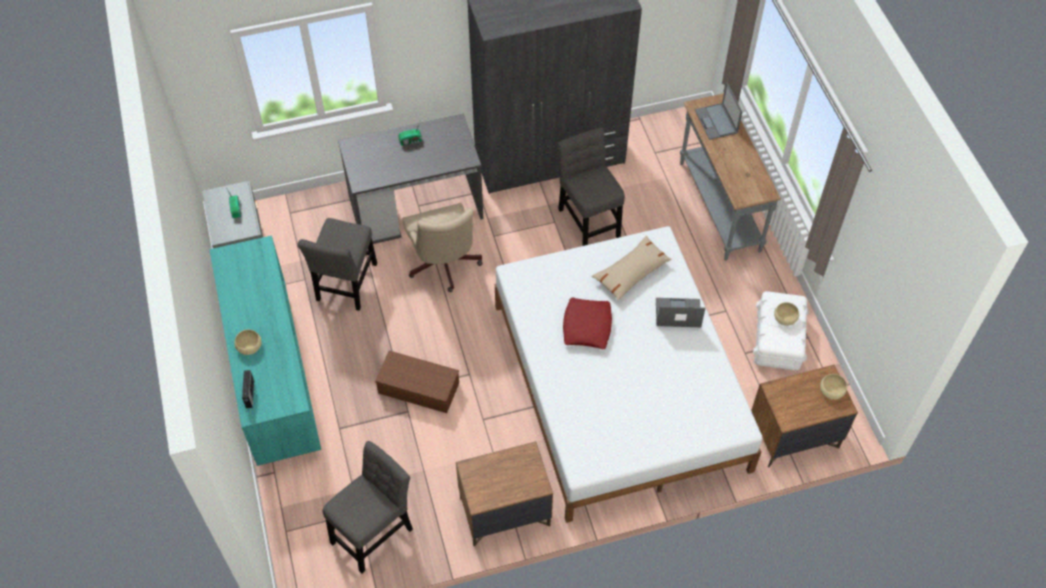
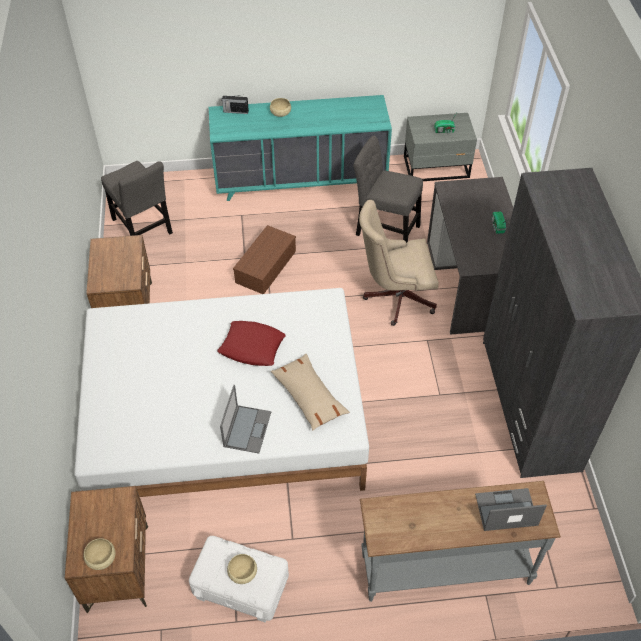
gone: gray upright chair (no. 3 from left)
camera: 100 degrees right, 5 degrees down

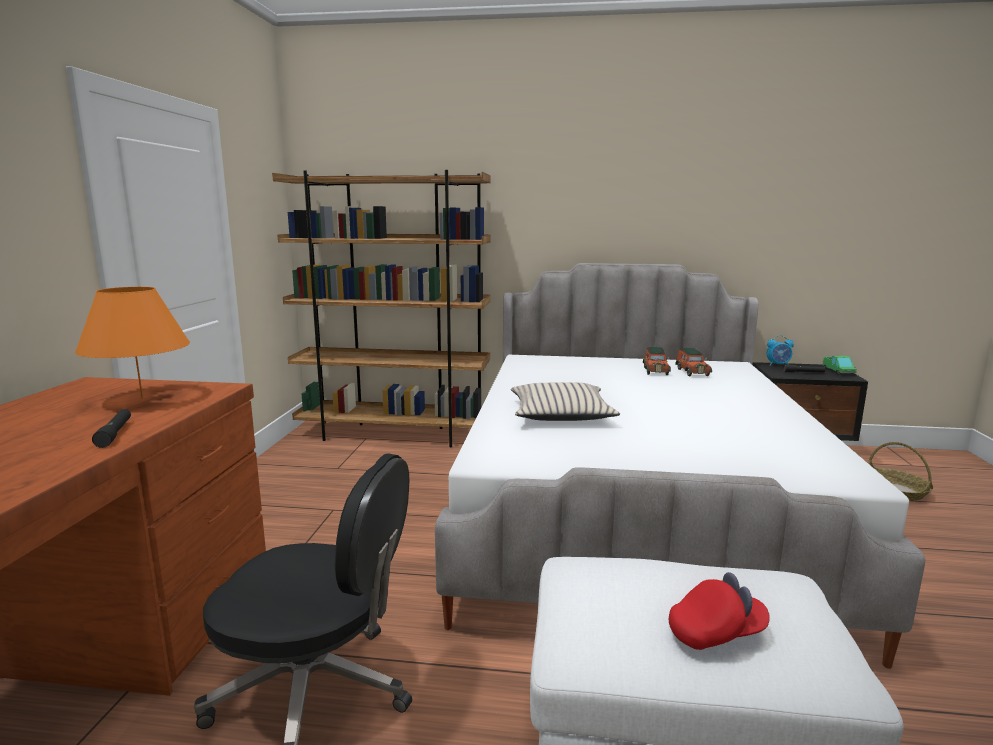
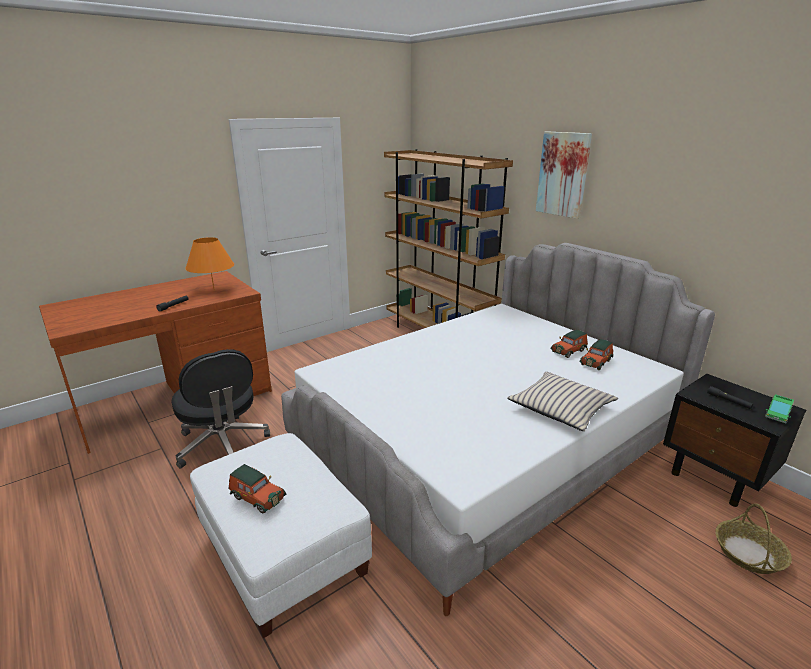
gone: bedside clock
new: wall art
shifted: beige throw pillow
swapped: red-coloured cap to miniature car (no. 1 from left)
camera: 45 degrees right, 10 degrees up

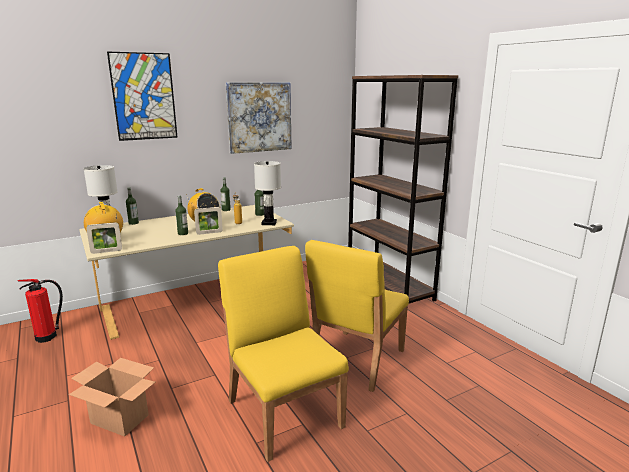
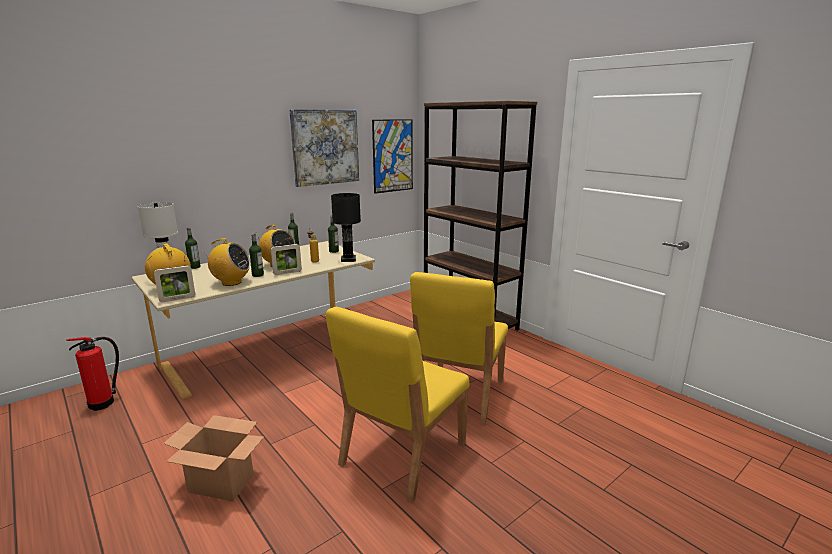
new: radio receiver (no. 2 from left)
shifted: wall art (no. 1 from left in the first image) to wall art (no. 2 from left)
repainted: whitish table lamp (no. 2 from left) to blackish table lamp
rotated: yellow-coloured upright chair (no. 1 from left) 105 degrees counterclockwise
camera: 10 degrees left, 0 degrees up

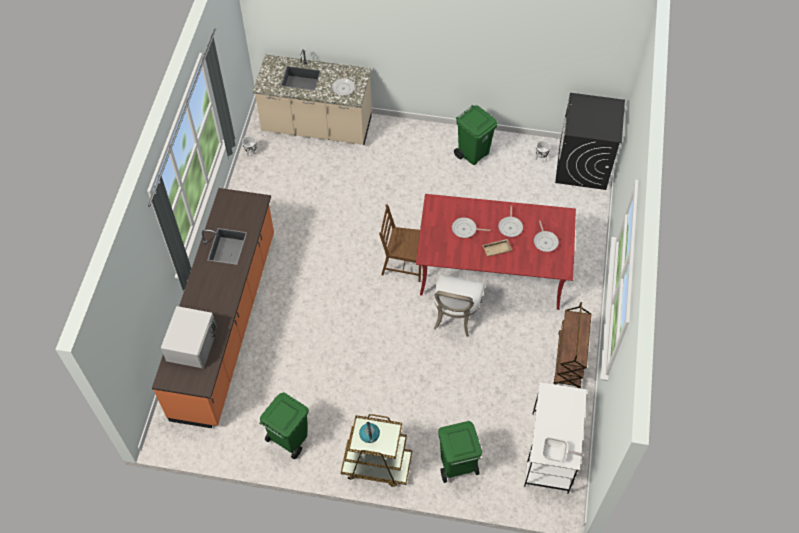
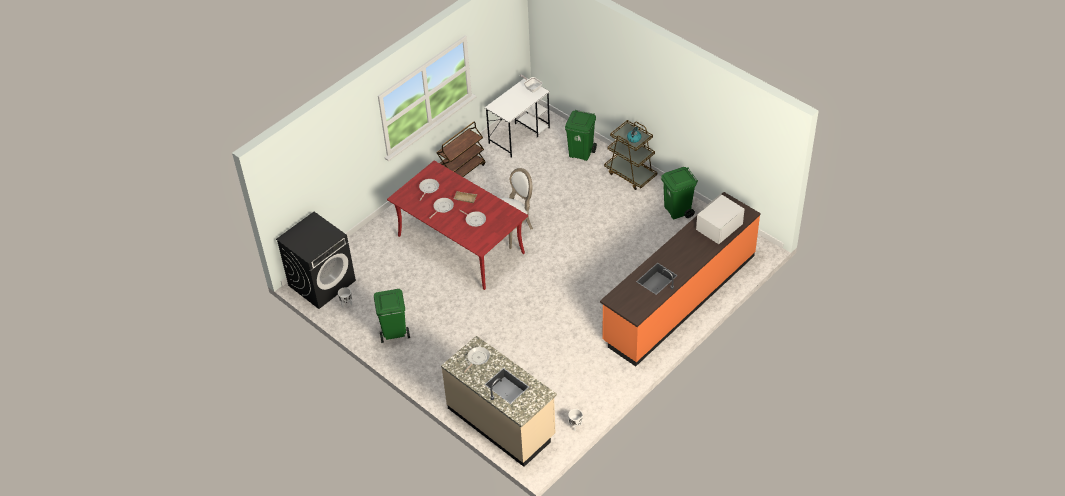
gone: brown upright chair
camera: 145 degrees left, 10 degrees down

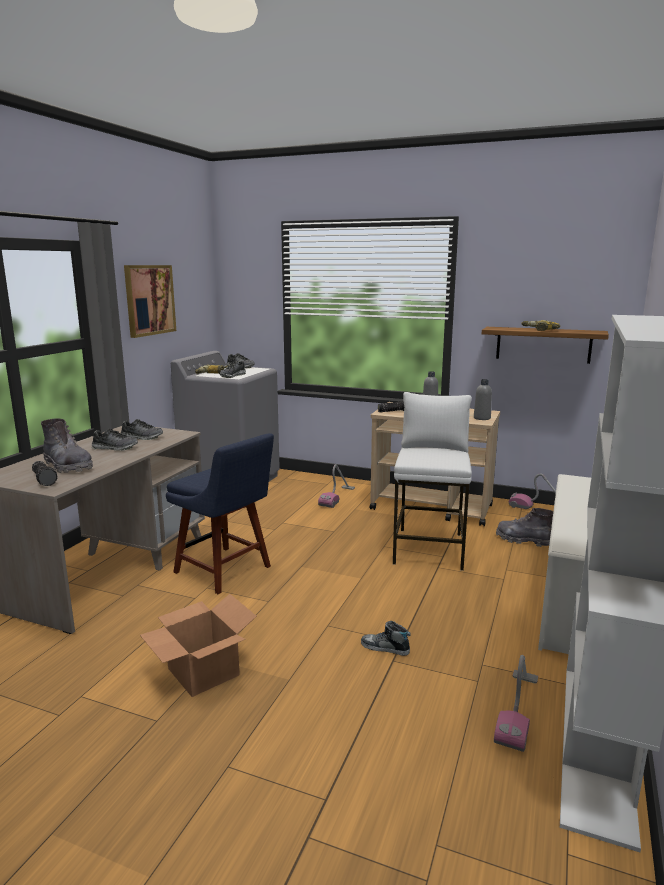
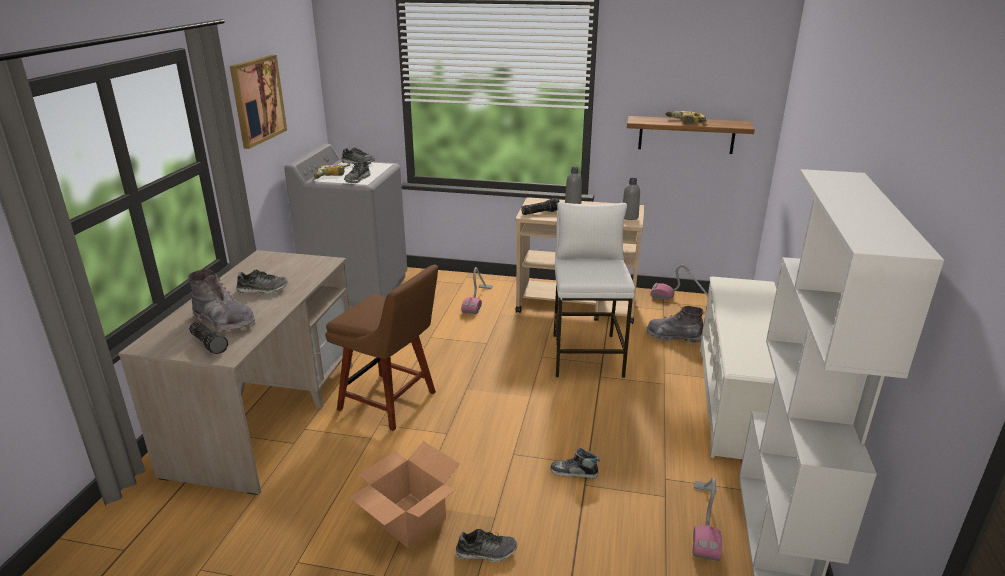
shifted: item of footwear (no. 2 from left in the first image) to item of footwear (no. 4 from left)
repainted: blue-coloured upright chair to brown upright chair
camera: 10 degrees left, 10 degrees up

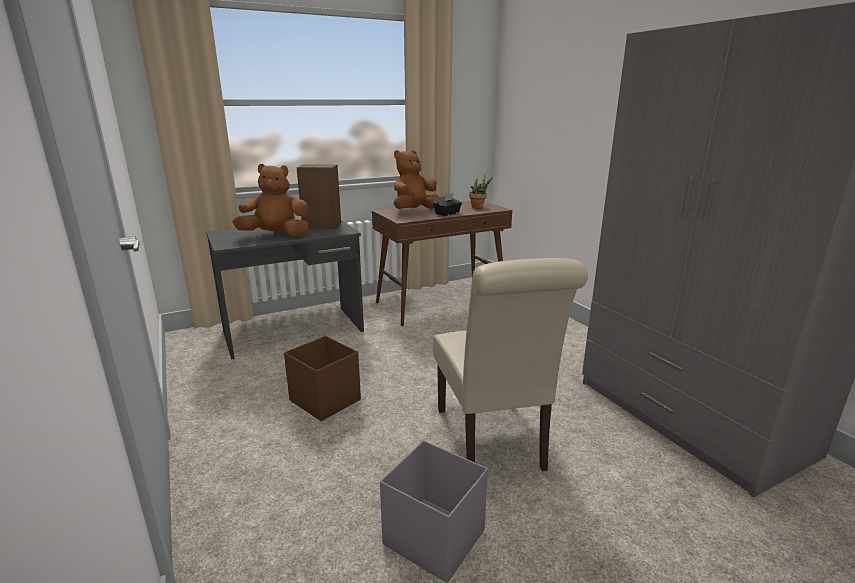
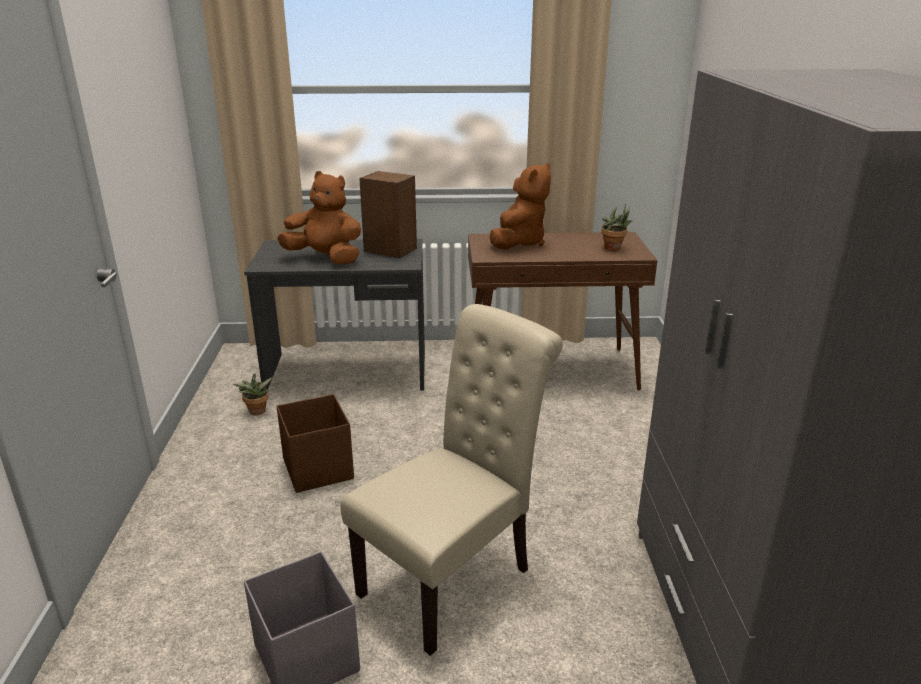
gone: blackish box of tissues
new: plant in a pot (no. 1 from left)
rotated: brown plush toy (no. 2 from left) 135 degrees clockwise; beige upright chair 150 degrees counterclockwise
camera: 25 degrees right, 5 degrees up

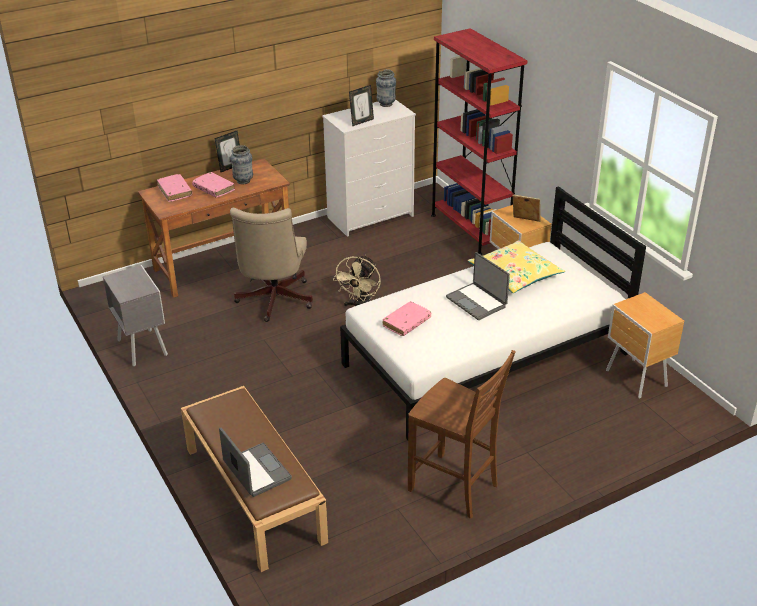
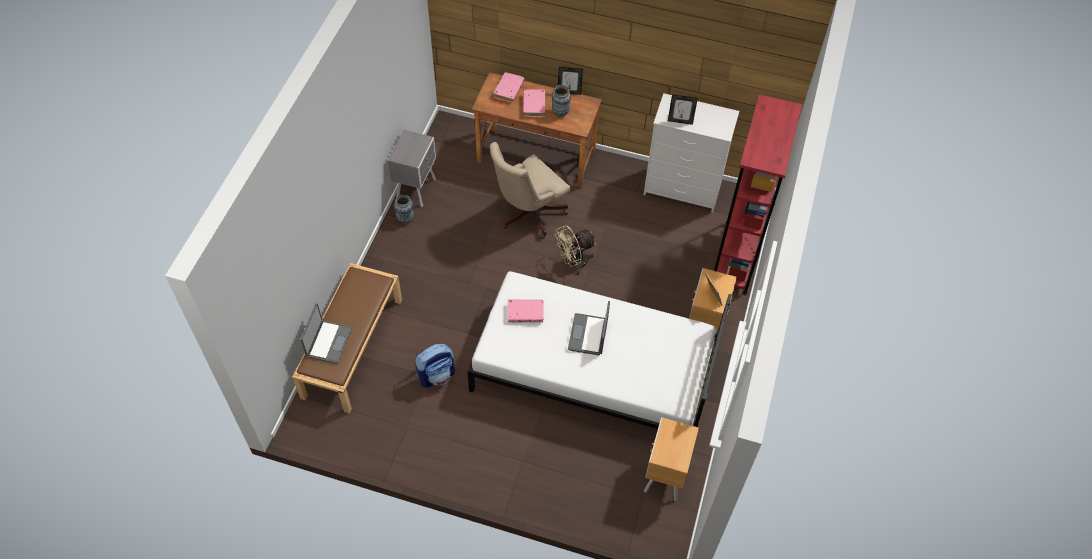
gone: brown upright chair; yellow-coloured throw pillow
new: rucksack
shifted: decorative vase (no. 2 from left in the first image) to decorative vase (no. 1 from left)
camera: 45 degrees right, 20 degrees up

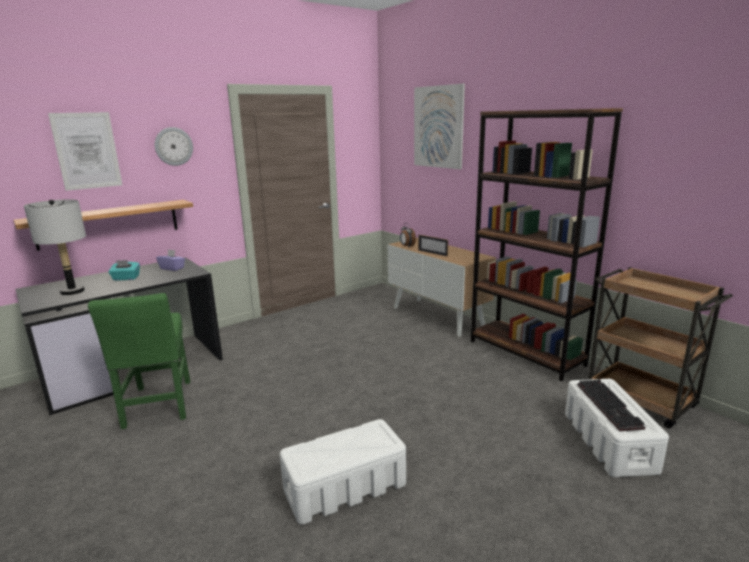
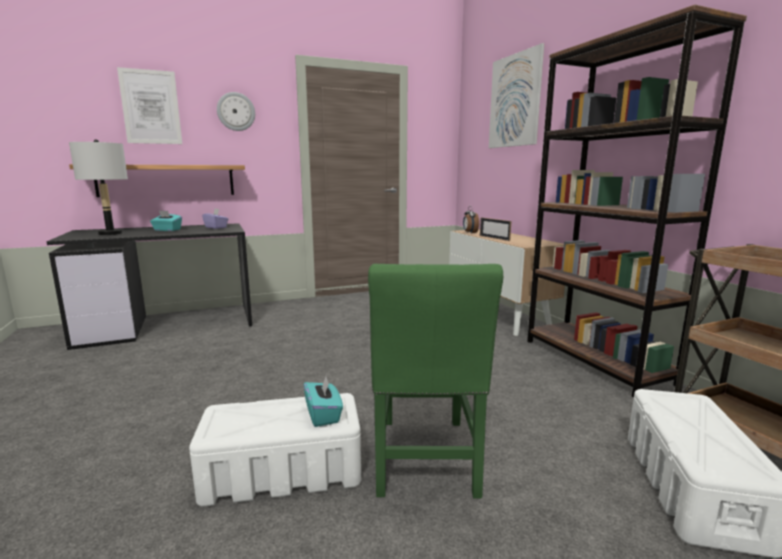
gone: computer keyboard
new: blue-green box of tissues (no. 2 from left)
shifted: greenish upright chair
camera: 15 degrees right, 5 degrees down

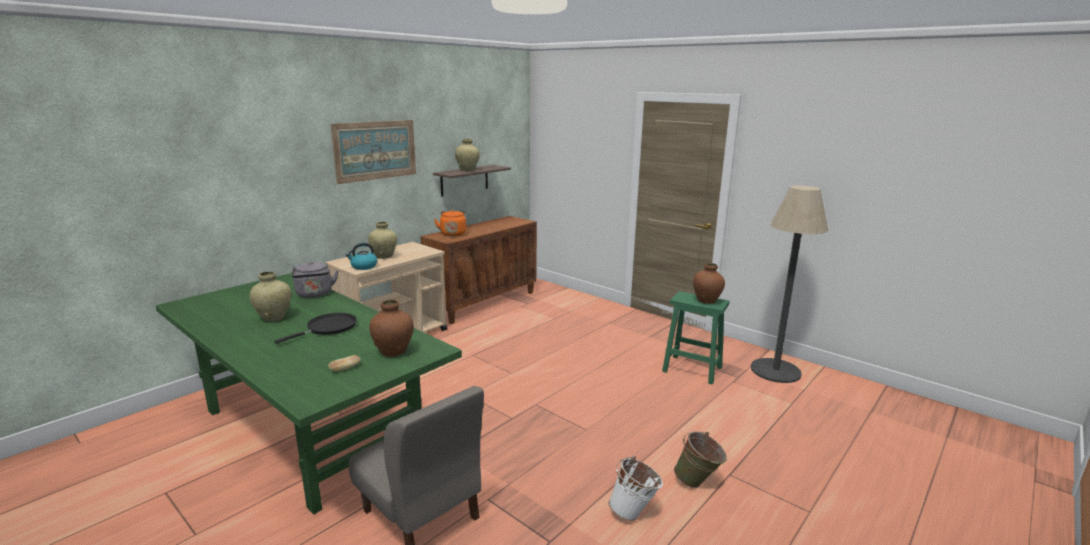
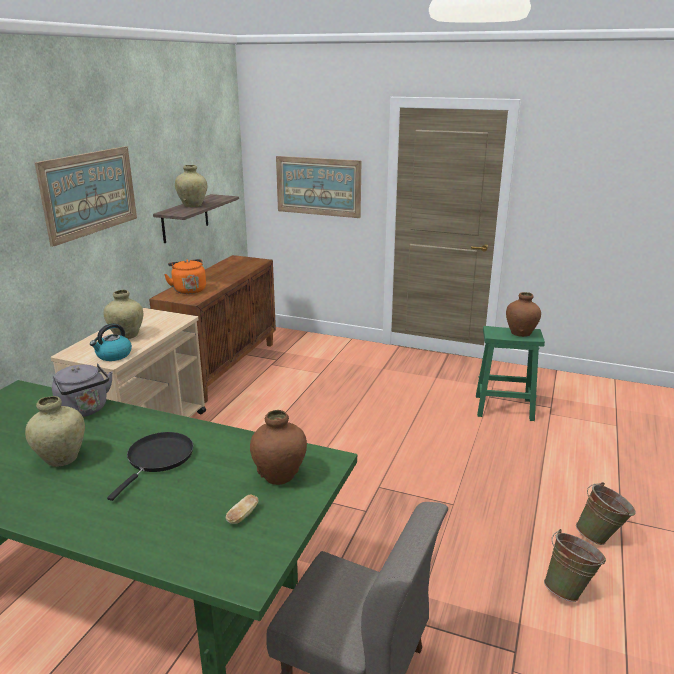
gone: standing lamp
new: wall art (no. 2 from left)
repainted: whitish water bucket to greenish water bucket (no. 1 from left)
camera: 20 degrees left, 5 degrees up

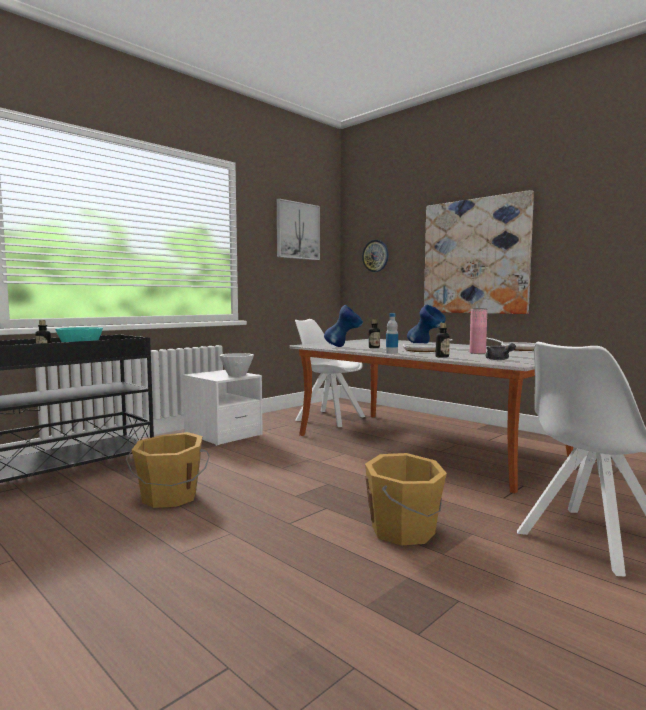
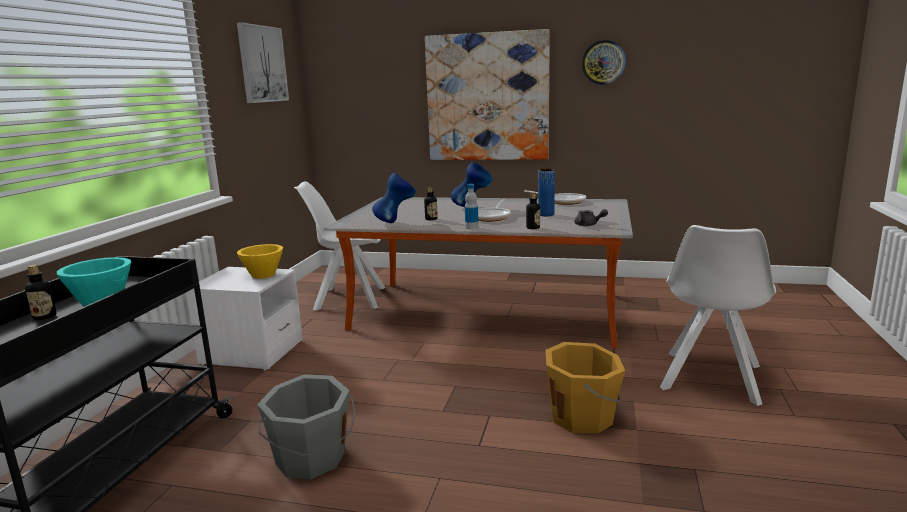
shifted: hanging clock
repainted: orangey water bucket (no. 1 from left) to gray water bucket; whitish serving bowl to yellow-coloured serving bowl; pink decorative vase to blue-coloured decorative vase (no. 3 from left)
camera: 30 degrees left, 10 degrees up

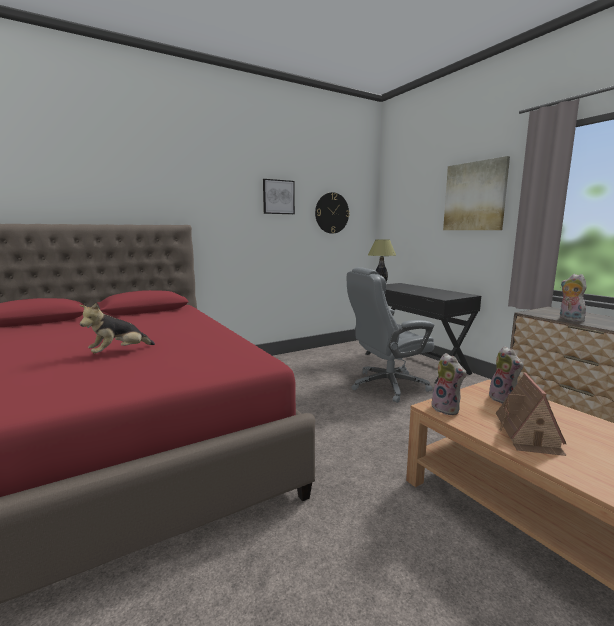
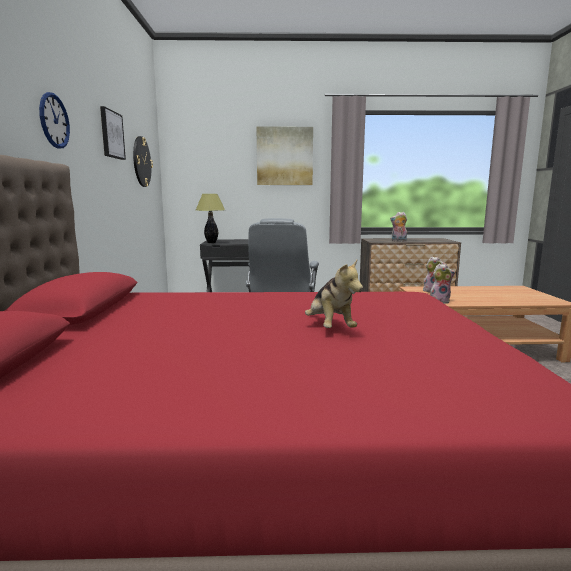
gone: model house
new: hanging clock (no. 1 from left)
camera: 60 degrees left, 0 degrees up

